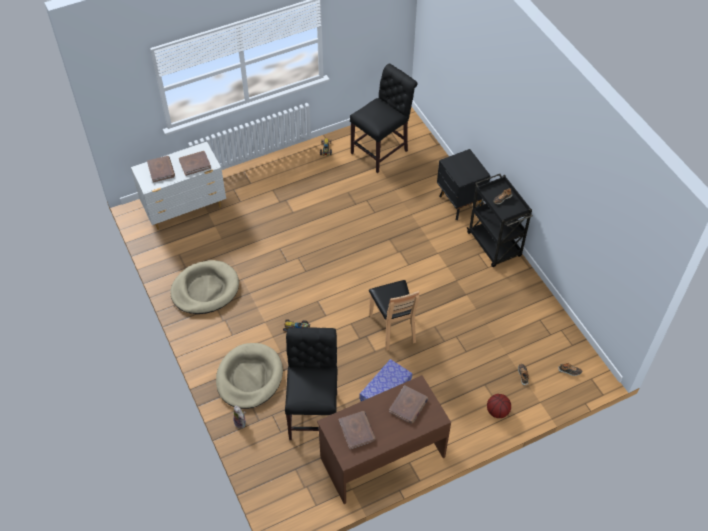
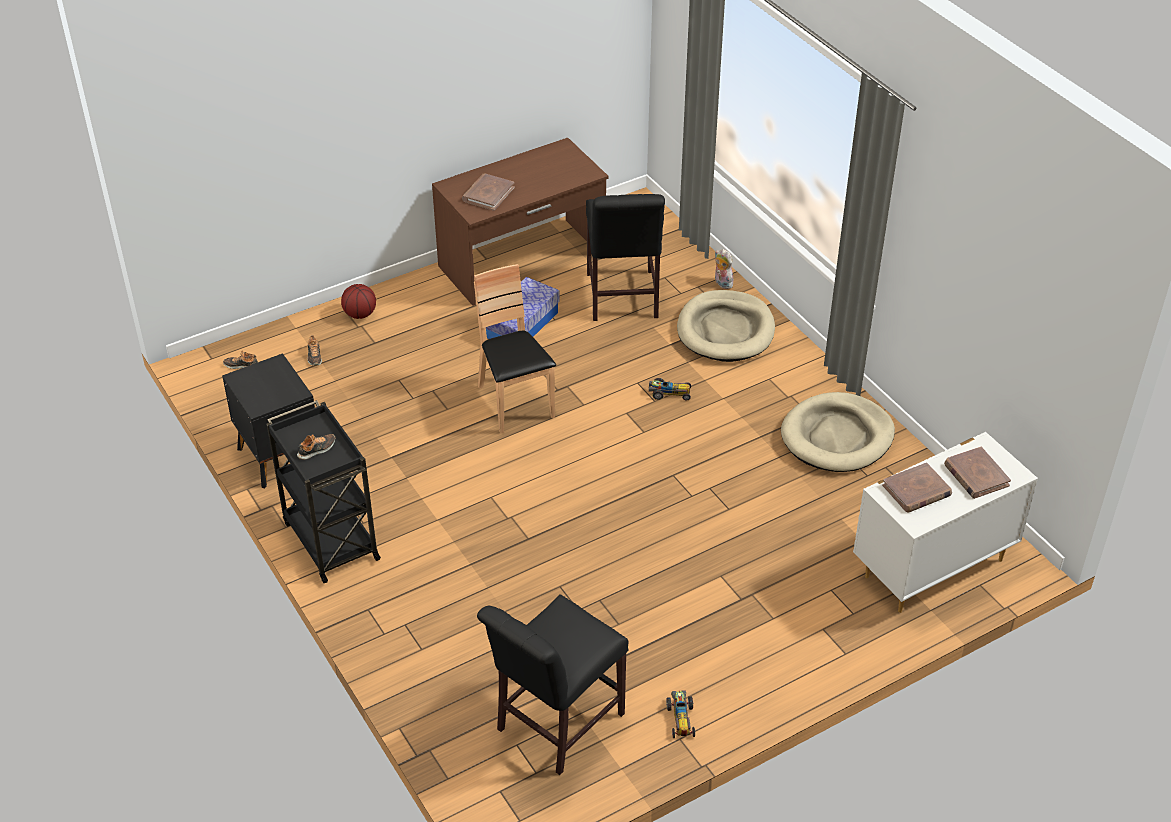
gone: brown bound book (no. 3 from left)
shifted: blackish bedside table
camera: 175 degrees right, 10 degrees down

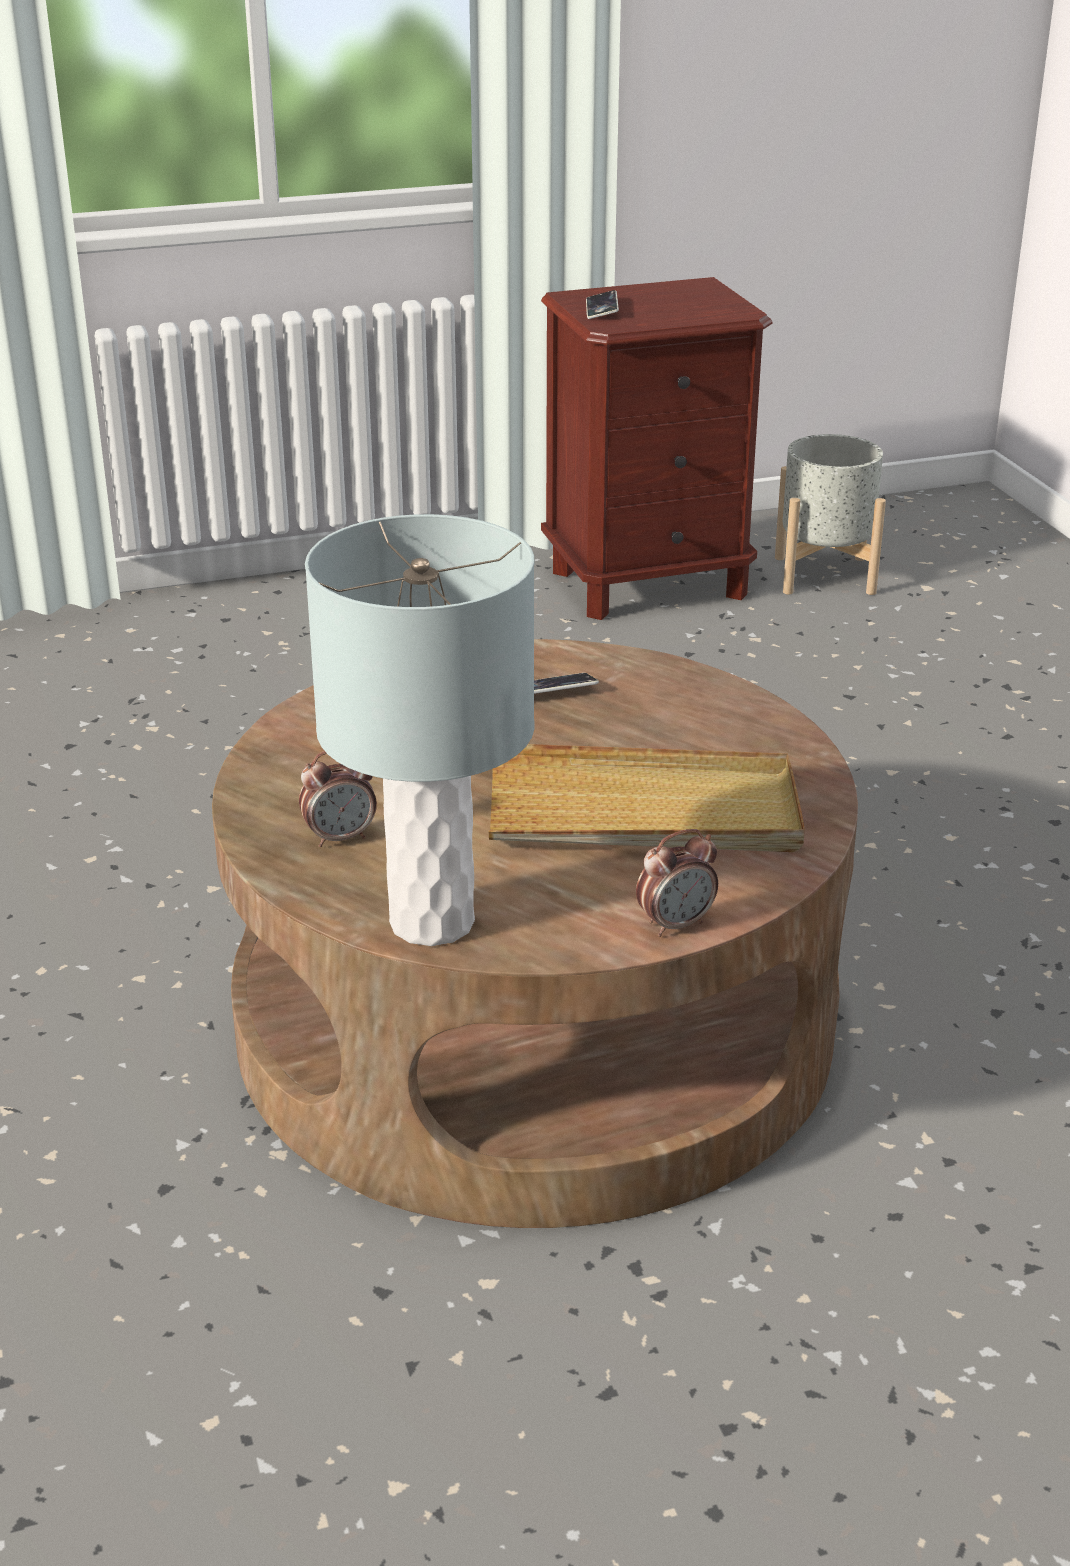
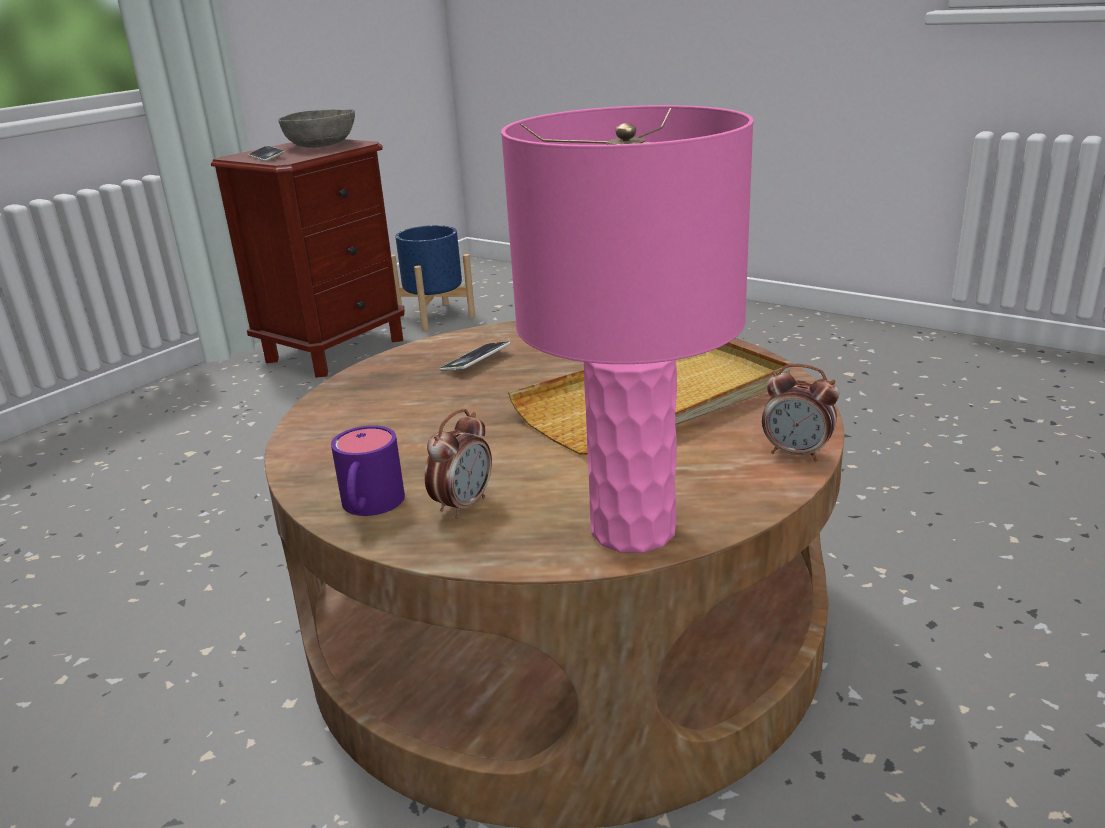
new: gray serving bowl; purple-coloured coffee mug
repainted: gray table lamp to pink table lamp; gray plant pot to blue-coloured plant pot
rotated: bedside clock (no. 2 from left) 90 degrees clockwise
camera: 35 degrees left, 5 degrees down

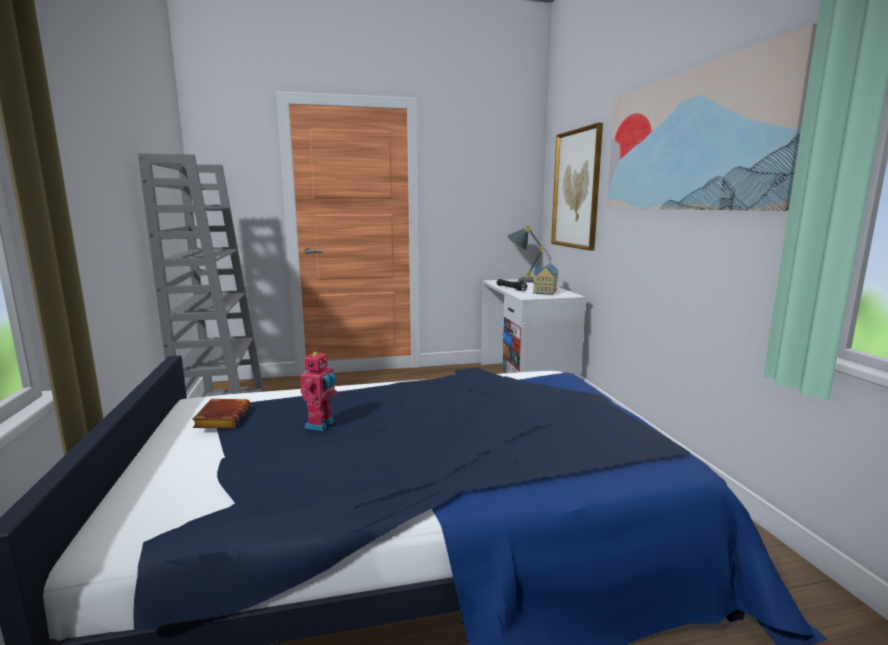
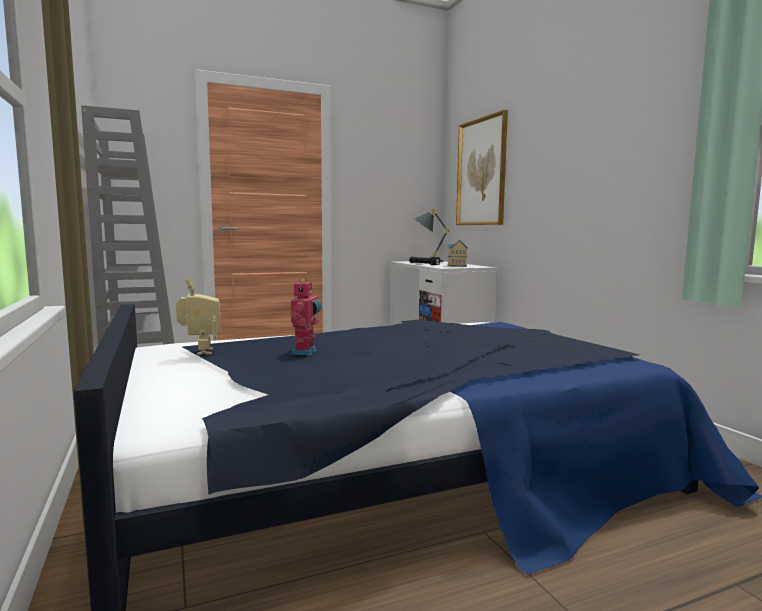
gone: wall art (no. 2 from left)
swapped: brown bound book to toy robot (no. 1 from left)
camera: 10 degrees left, 5 degrees down

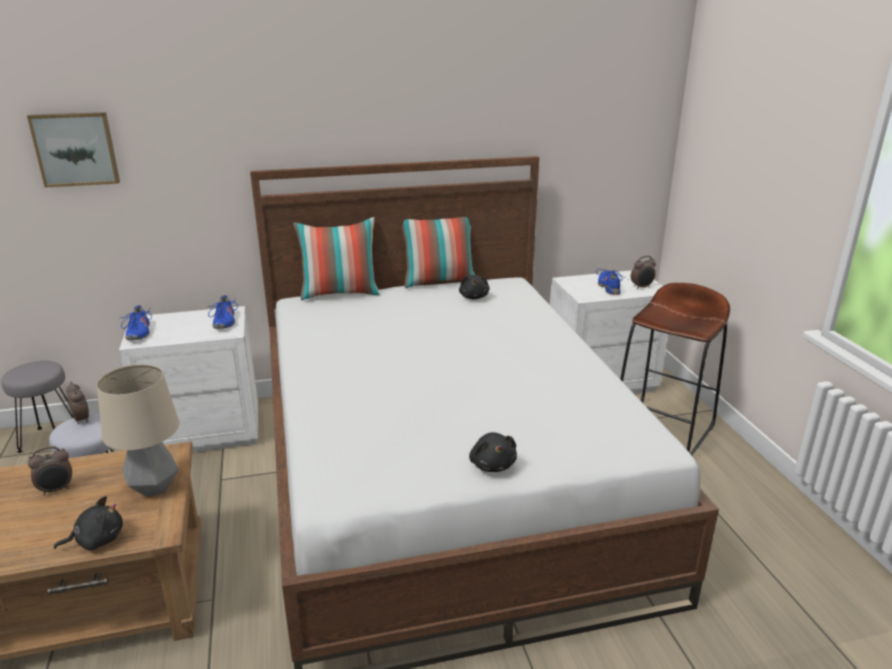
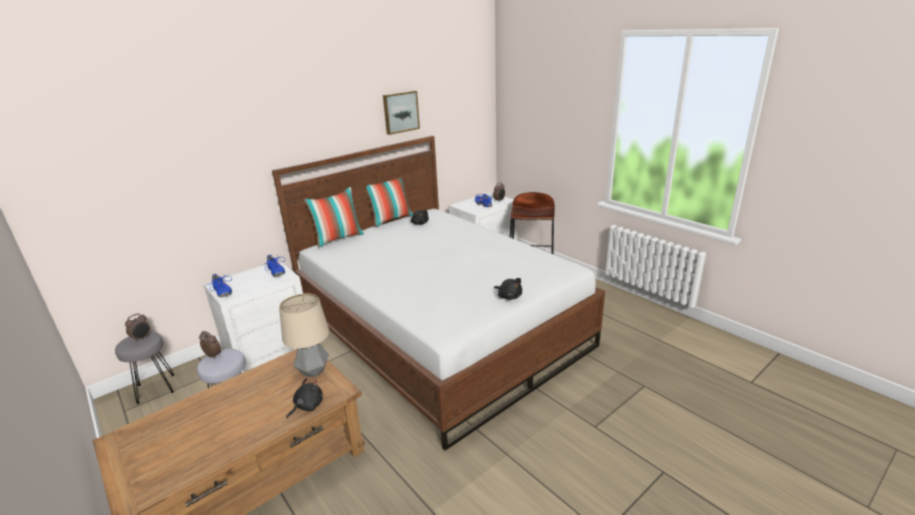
shifted: wall art; bedside clock (no. 1 from left)
camera: 25 degrees left, 0 degrees up

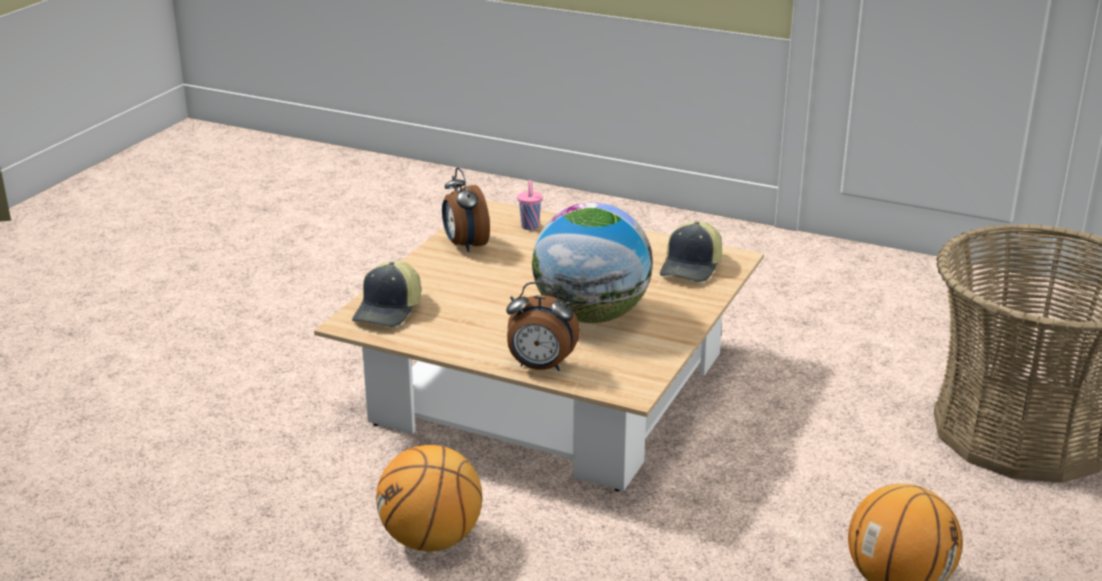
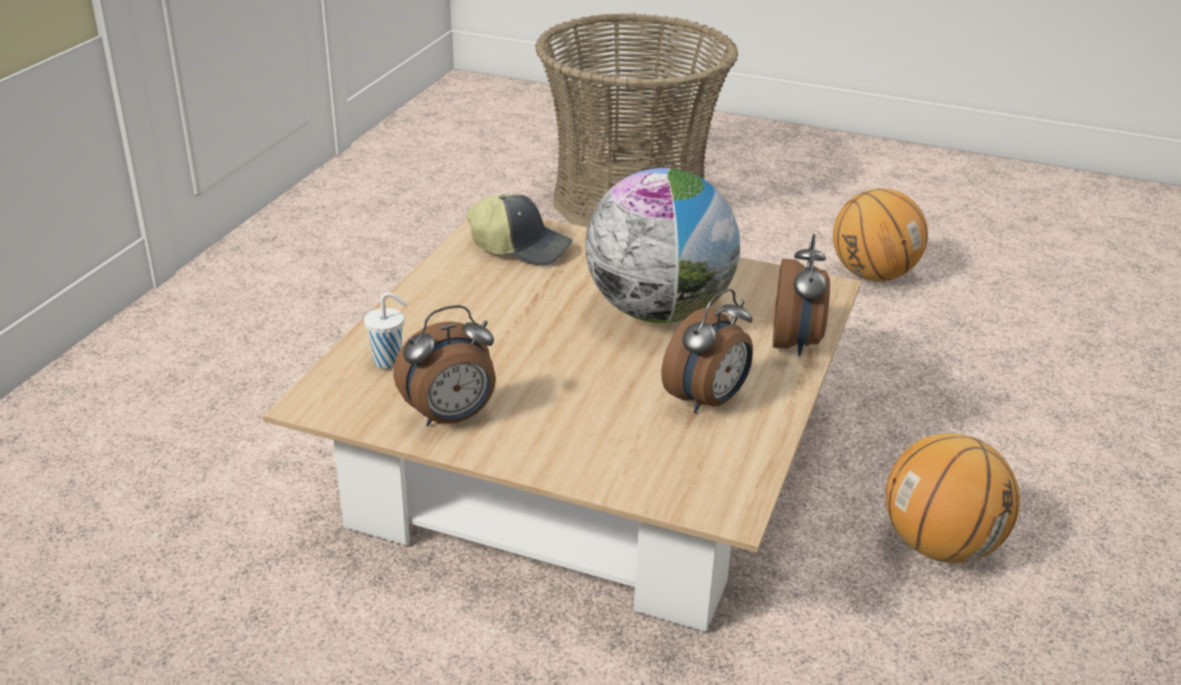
gone: cap (no. 1 from left)
new: bedside clock (no. 2 from left)
repainted: pink small cup to whitish small cup
camera: 95 degrees left, 5 degrees up

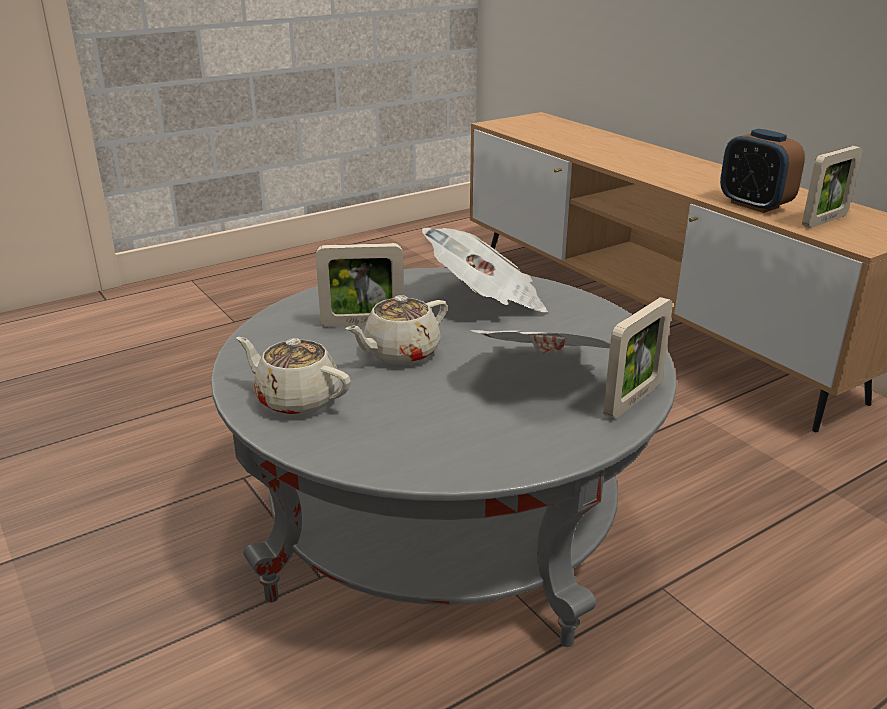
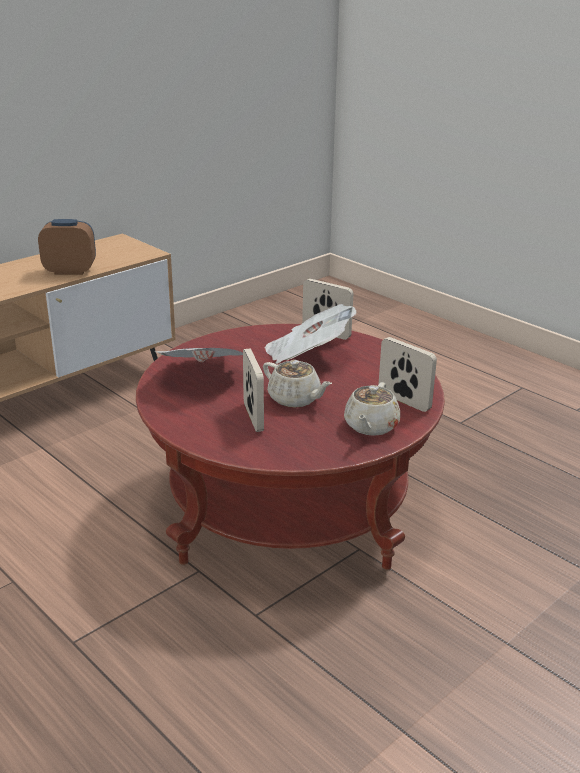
shifted: photo frame (no. 3 from left)
repainted: gray lounge table to red-coloured lounge table
rotated: bedside clock 135 degrees counterclockwise
camera: 100 degrees left, 0 degrees up

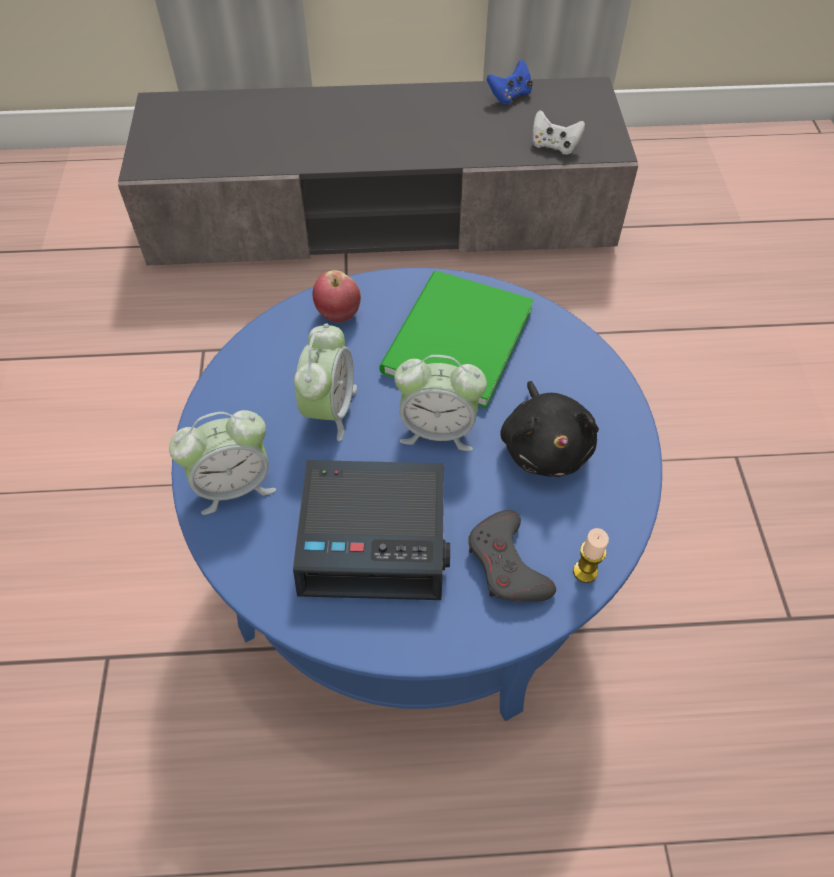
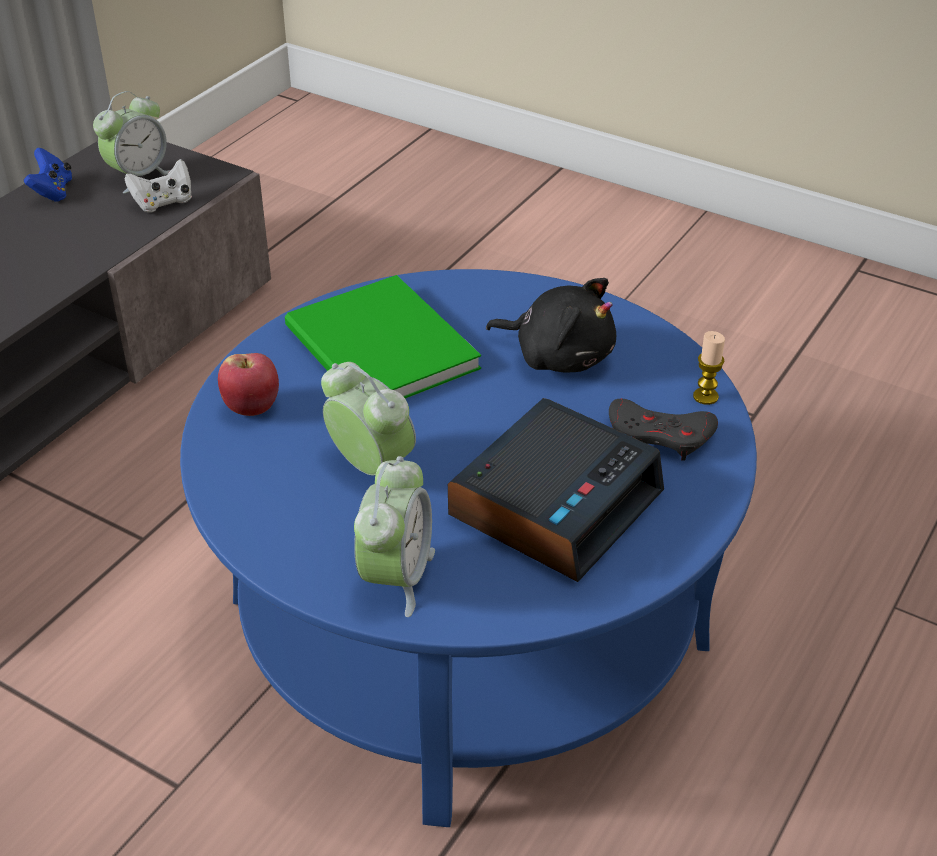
shifted: bedside clock (no. 4 from left in the first image) to bedside clock (no. 1 from left)
camera: 55 degrees left, 15 degrees down

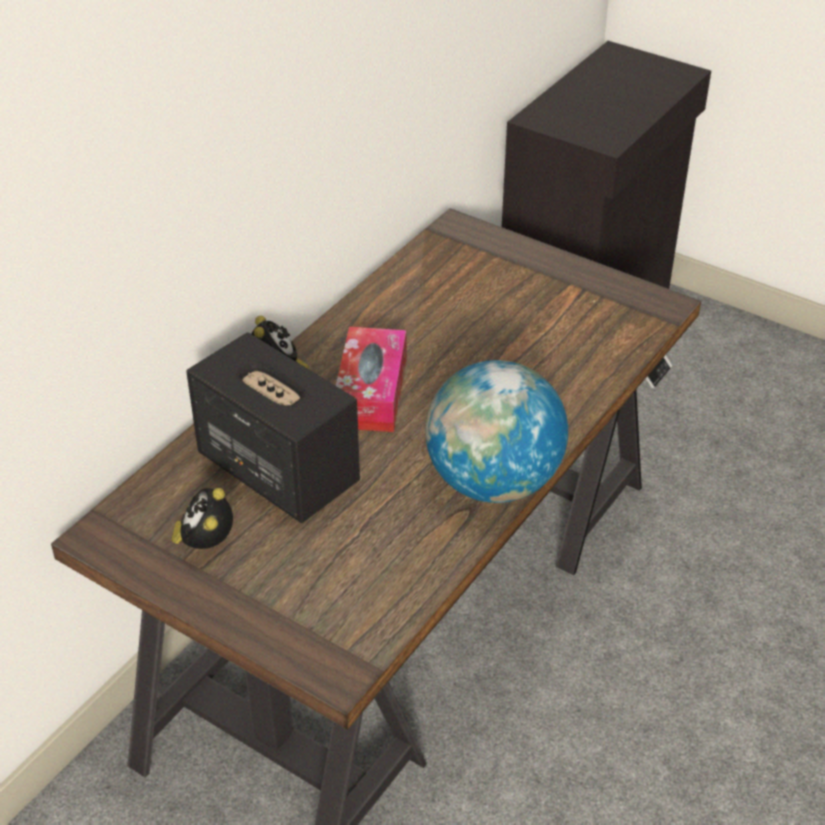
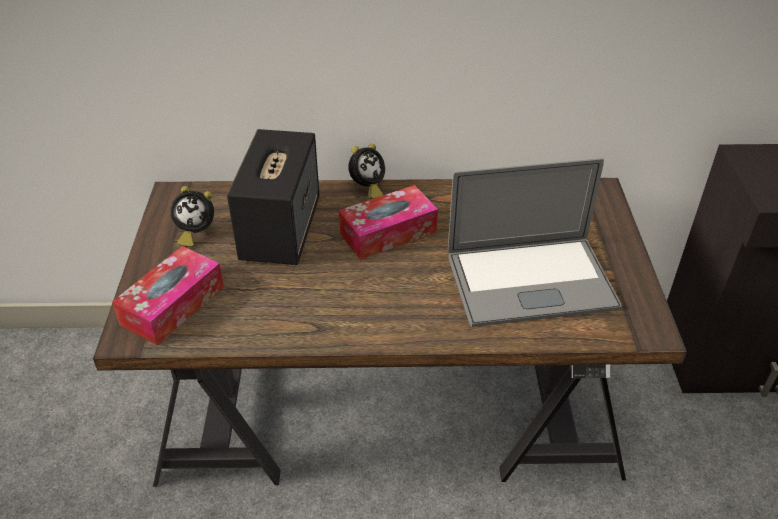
gone: desk globe
new: box of tissues (no. 1 from left); notebook computer
rotated: bedside clock (no. 1 from left) 150 degrees counterclockwise
camera: 55 degrees right, 0 degrees up

